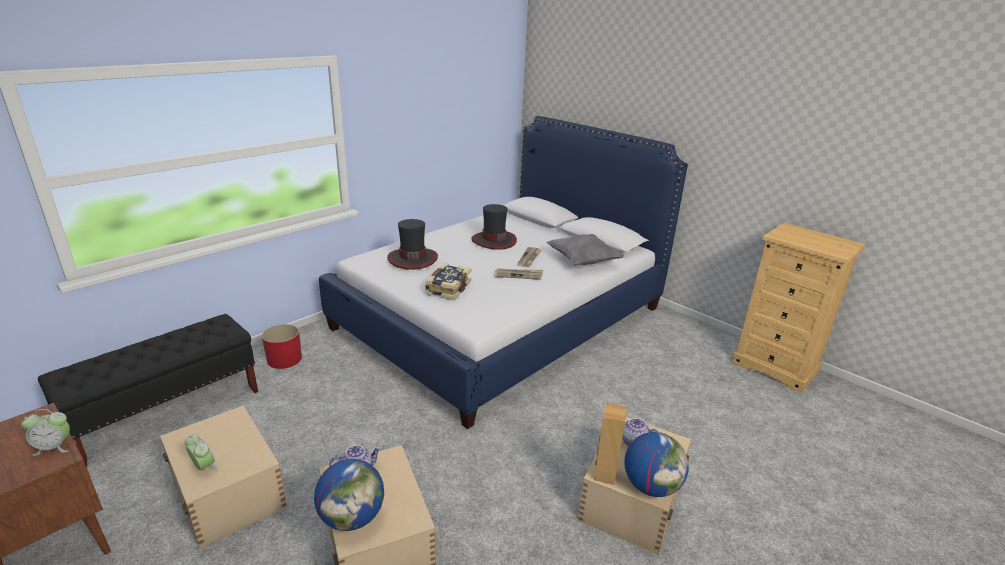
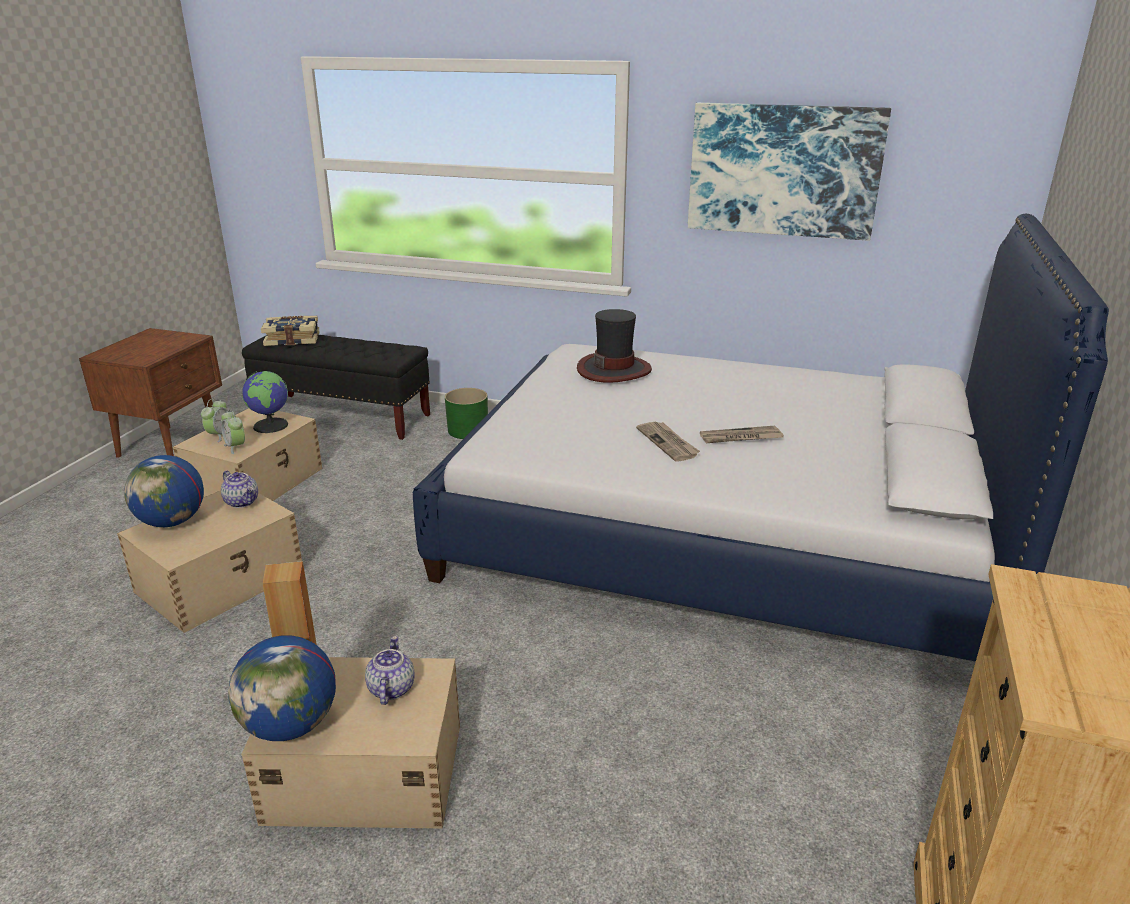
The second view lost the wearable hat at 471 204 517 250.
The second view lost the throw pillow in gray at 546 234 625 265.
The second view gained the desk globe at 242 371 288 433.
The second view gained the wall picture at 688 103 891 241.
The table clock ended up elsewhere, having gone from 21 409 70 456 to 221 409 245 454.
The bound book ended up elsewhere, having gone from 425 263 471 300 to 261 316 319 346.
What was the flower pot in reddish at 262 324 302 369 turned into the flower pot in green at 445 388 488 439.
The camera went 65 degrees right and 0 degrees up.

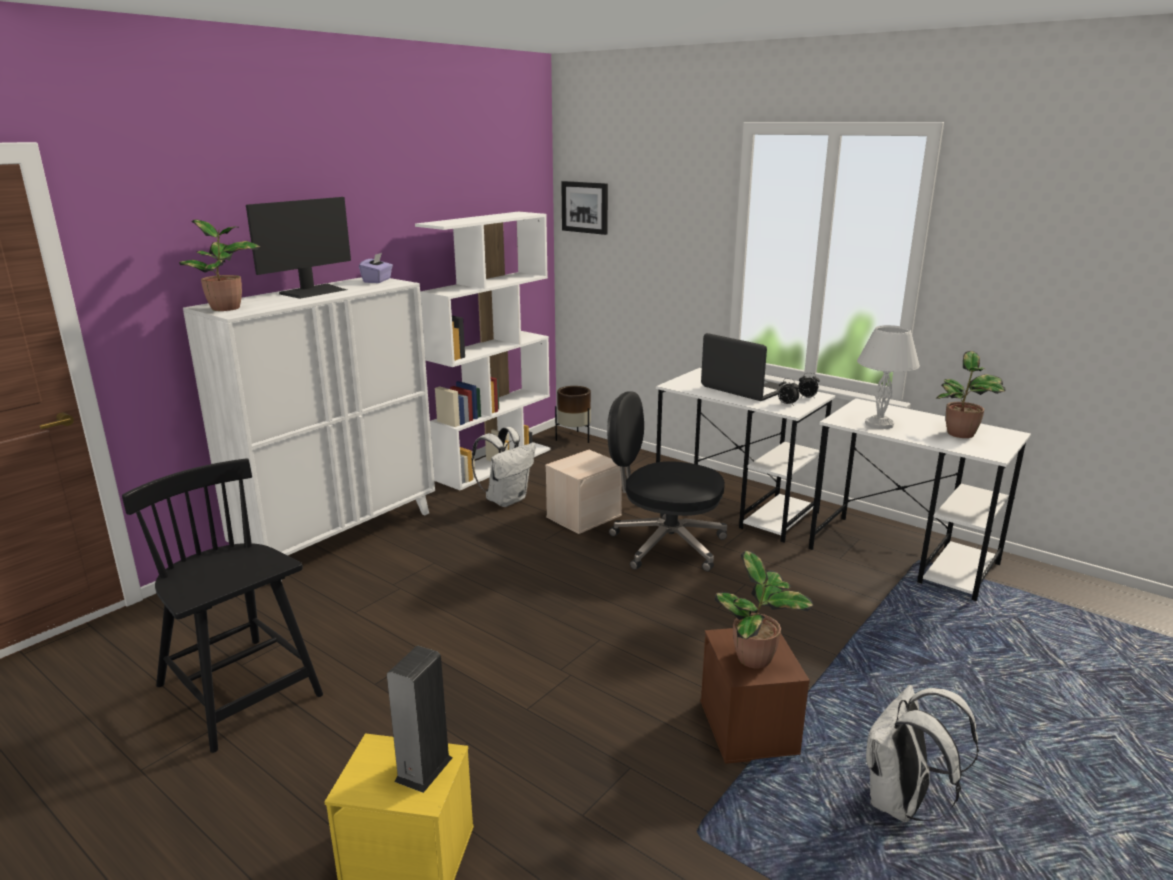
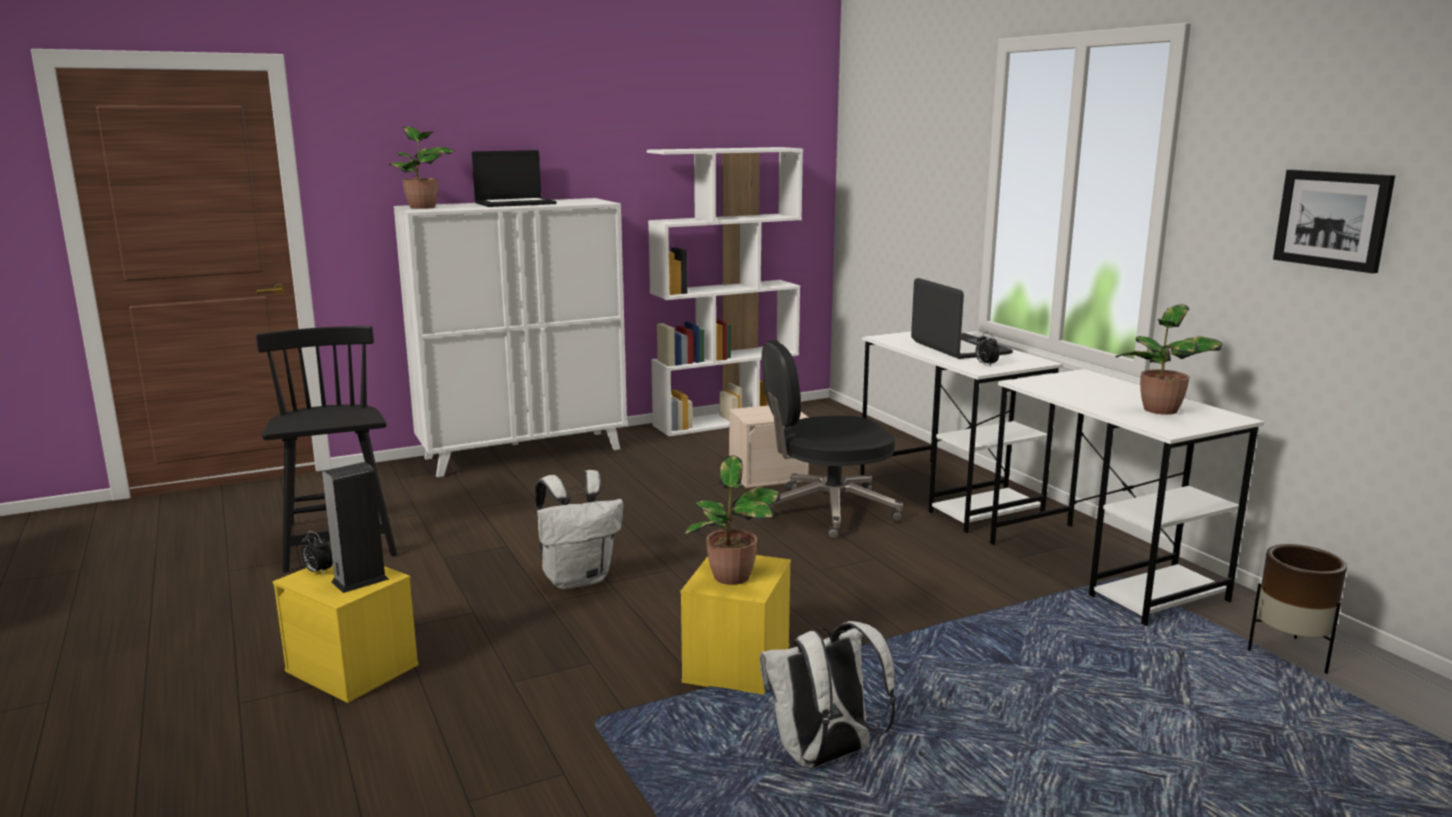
The second view lost the box of tissues in purplish at 359 253 393 283.
The second view lost the lamp for a table in whitish at 857 325 920 429.
The knapsack in whitish ended up elsewhere, having gone from 471 427 536 507 to 535 470 623 589.
The flower pot in brown-coloured ended up elsewhere, having gone from 555 386 591 443 to 1248 544 1347 674.
The wall picture ended up elsewhere, having gone from 561 181 608 235 to 1273 170 1395 273.
The table clock ended up elsewhere, having gone from 798 373 820 398 to 301 531 333 575.
Where the computer screen stood at 246 197 351 299, the notebook computer came to stand at 472 150 557 207.
What was the storage box in brown-coloured at 700 628 810 764 turned into the storage box in yellow-coloured at 680 555 791 695.
The computer chair in black at 607 391 727 572 ended up facing another way, 60 degrees counterclockwise from before.
The camera went 25 degrees right and 5 degrees down.

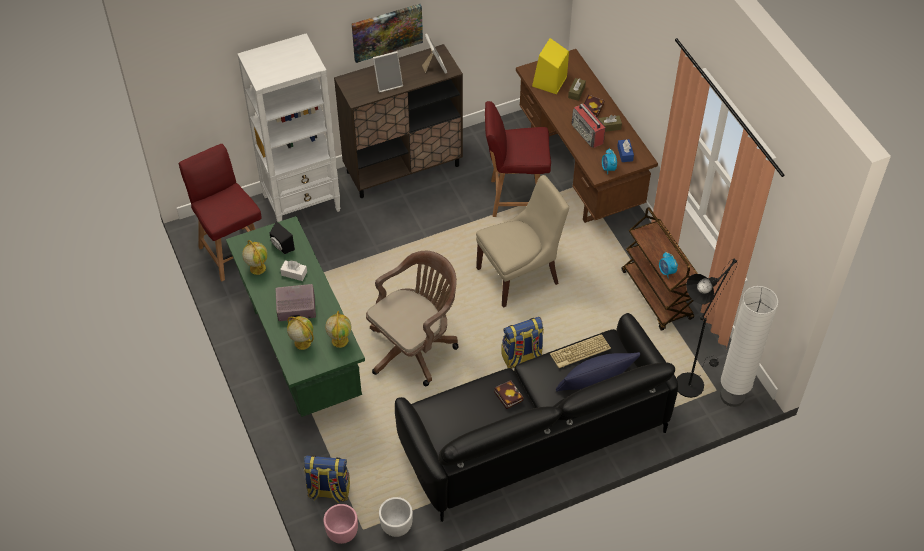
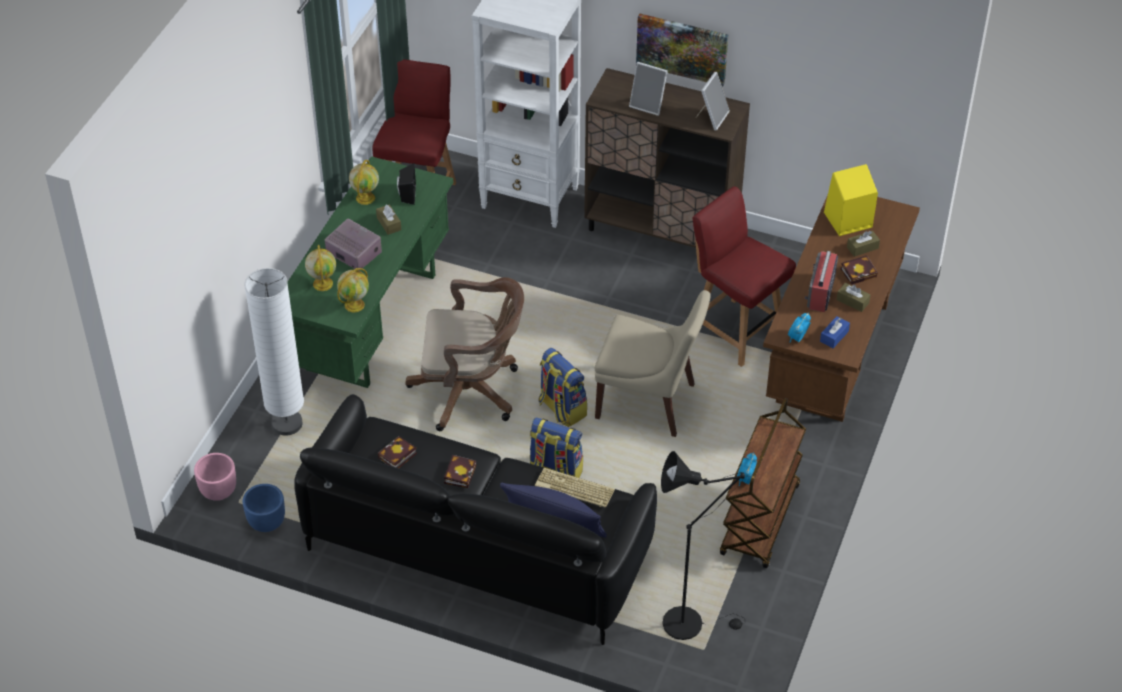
The second view gained the bound book at 378 436 417 468.
The knapsack ended up elsewhere, having gone from 304 455 350 503 to 538 348 587 427.
The floor lamp in whitish ended up elsewhere, having gone from 720 286 778 407 to 244 268 304 436.
What was the box of tissues in whitish at 280 260 307 281 turned into the box of tissues in brown-coloured at 376 204 401 235.
What was the flower pot in whitish at 379 497 413 537 turned into the flower pot in blue-coloured at 243 484 285 532.
The camera went 45 degrees right and 5 degrees down.

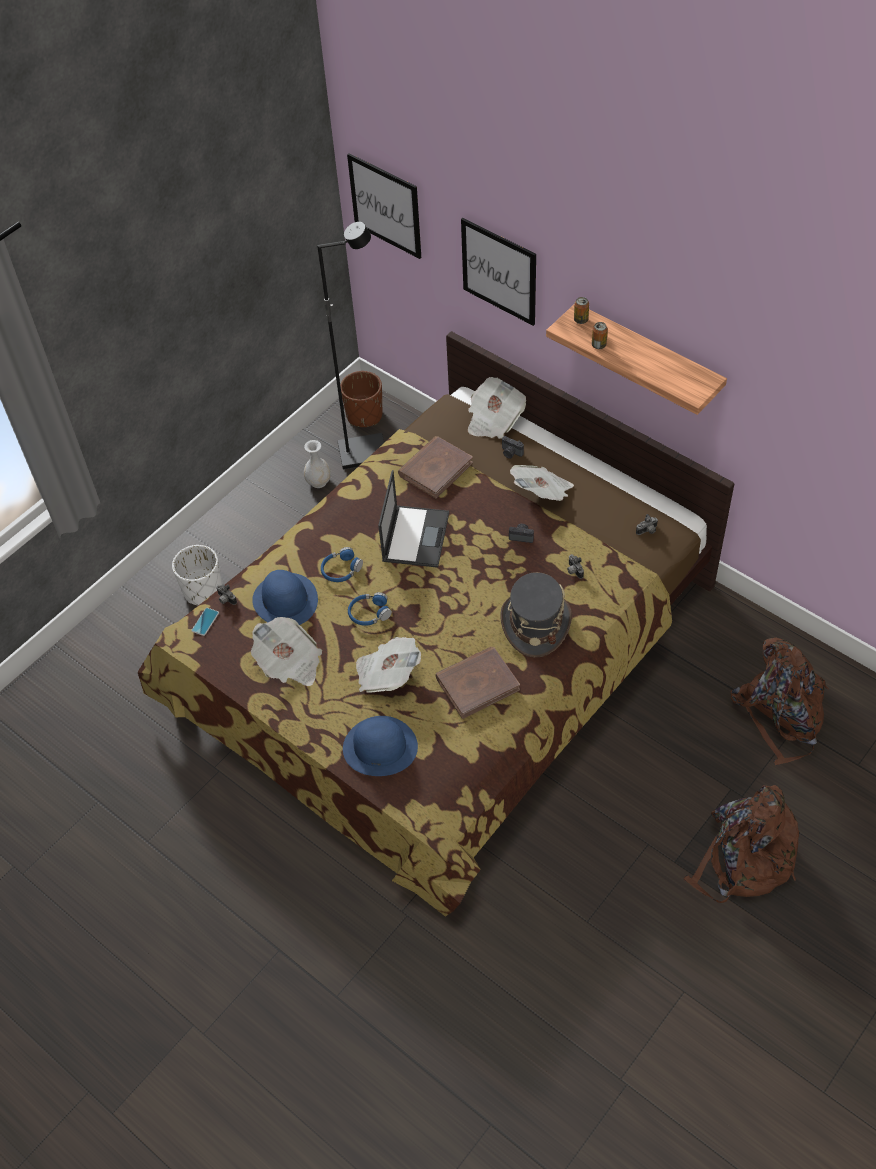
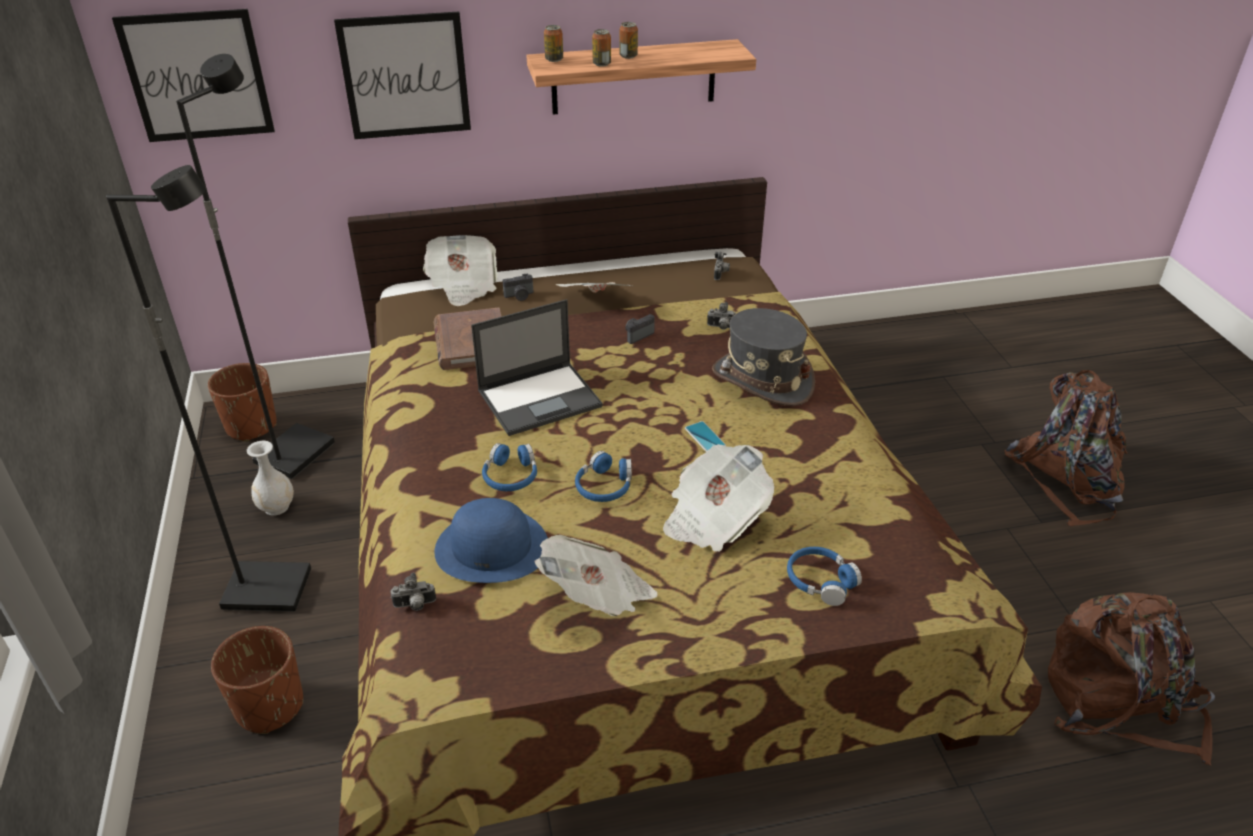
The second view lost the bound book in brown-coloured at 436 647 520 719.
The second view gained the floor lamp in black at 106 165 311 612.
The second view gained the metal can at 619 22 638 59.
The telephone ended up elsewhere, having gone from 191 608 219 636 to 685 421 726 452.
The knapsack in brown-coloured ended up elsewhere, having gone from 731 638 829 765 to 1048 592 1215 766.
Where the wearable hat in blue-coloured stood at 343 716 418 776, the headset in blue-coloured came to stand at 787 547 862 606.
What was the flower pot in whitish at 172 545 222 605 turned into the flower pot in brown-coloured at 211 626 303 734.
The notebook computer at 378 470 449 568 ended up facing another way, 105 degrees clockwise from before.
The camera went 55 degrees left and 15 degrees down.

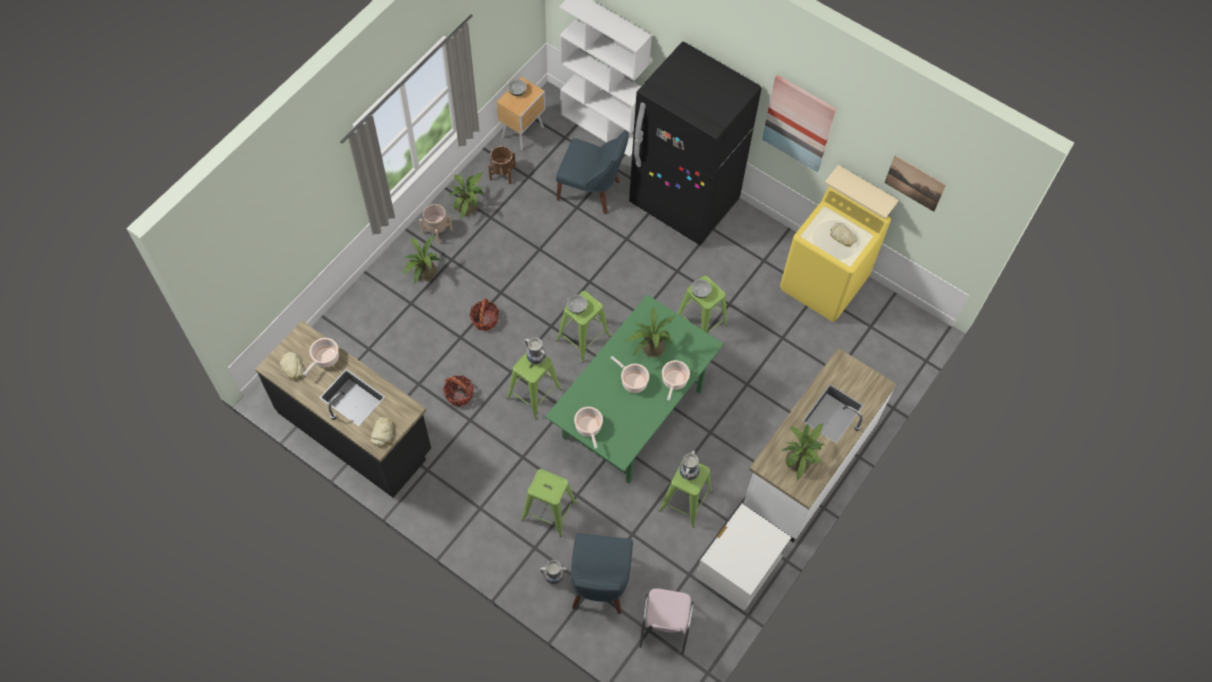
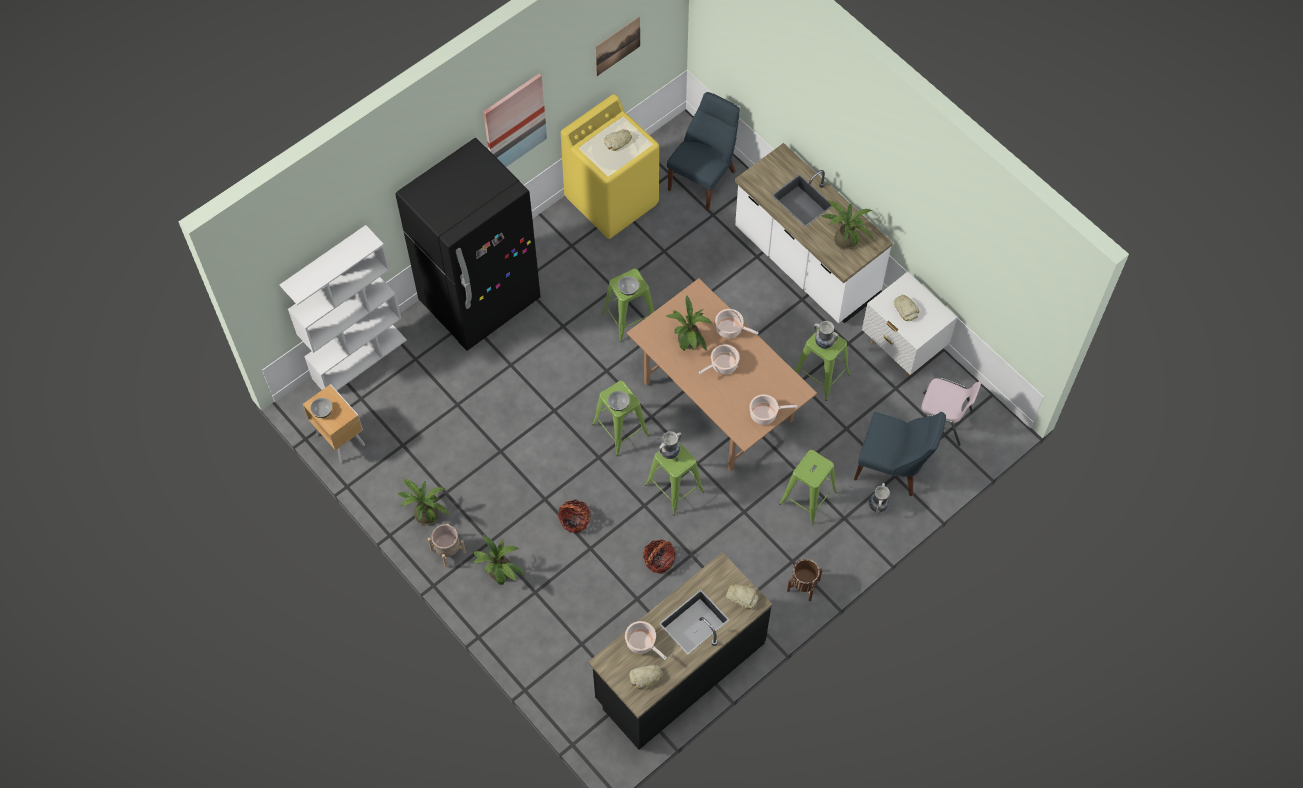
The second view lost the bracket shelf in beige at 824 165 899 219.
The second view gained the bread at 894 295 920 321.
The flower pot in brown-coloured ended up elsewhere, having gone from 488 146 516 184 to 787 559 822 601.
The upright chair in blue-coloured ended up elsewhere, having gone from 556 130 629 214 to 667 92 740 211.
What was the dining table in green at 545 295 724 484 turned into the dining table in brown-coloured at 627 278 817 471.
The camera went 75 degrees left and 0 degrees up.

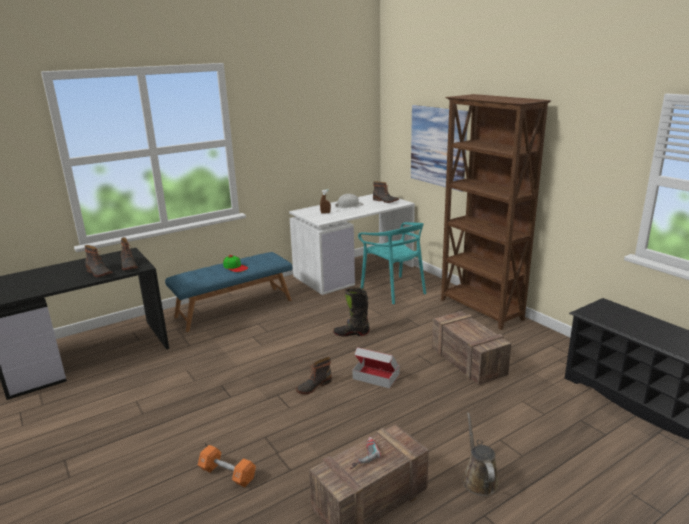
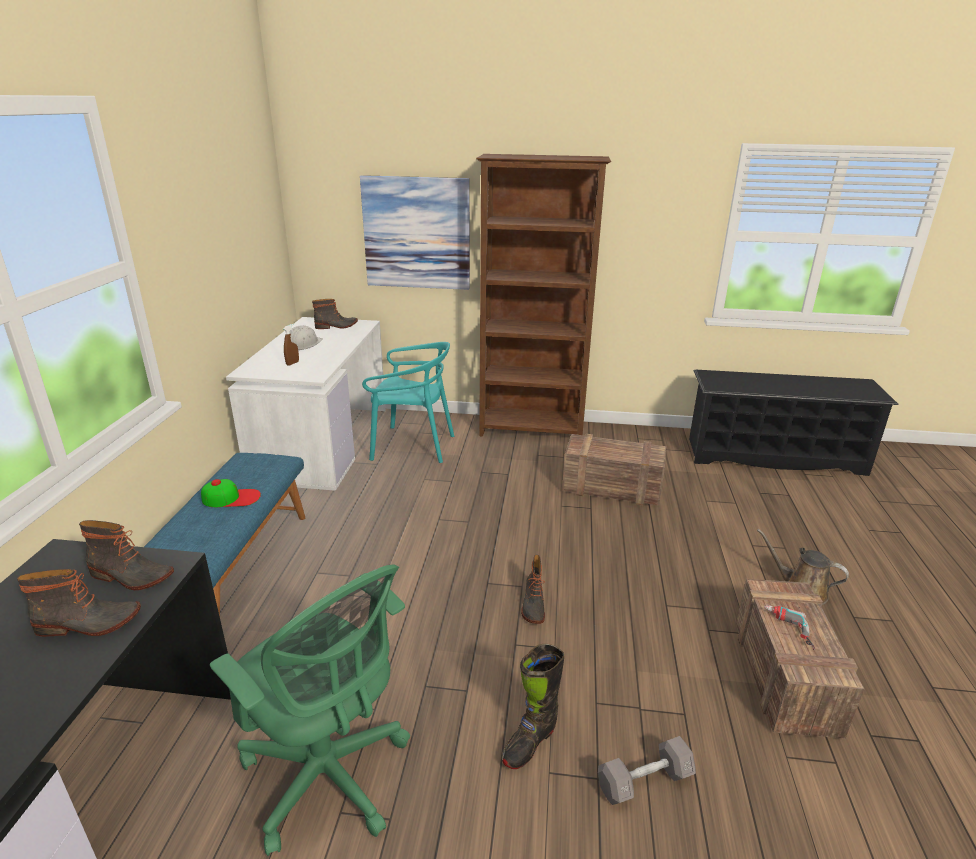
The second view lost the packing box at 353 347 400 388.
The second view gained the computer chair in green at 210 564 410 856.
The boot in black ended up elsewhere, having gone from 333 288 370 337 to 501 644 564 769.
What was the dumbbell in orange-coloured at 198 445 256 487 turned into the dumbbell in gray at 598 736 696 805.
The camera went 50 degrees left and 5 degrees up.

